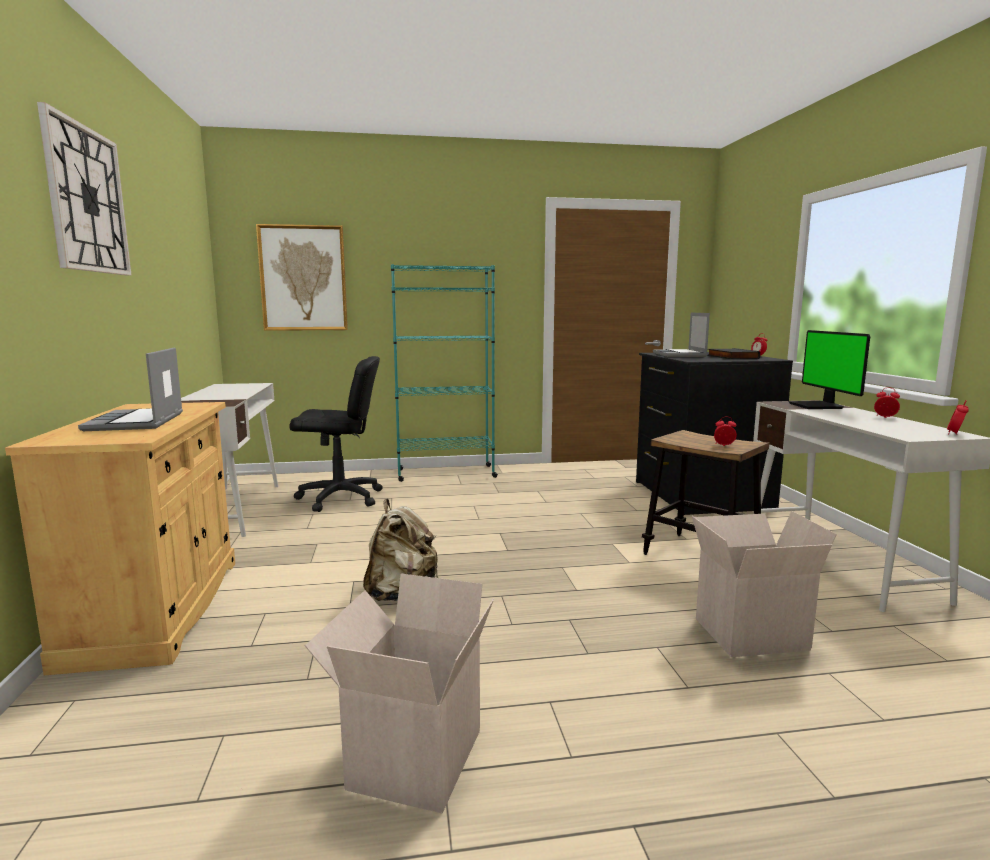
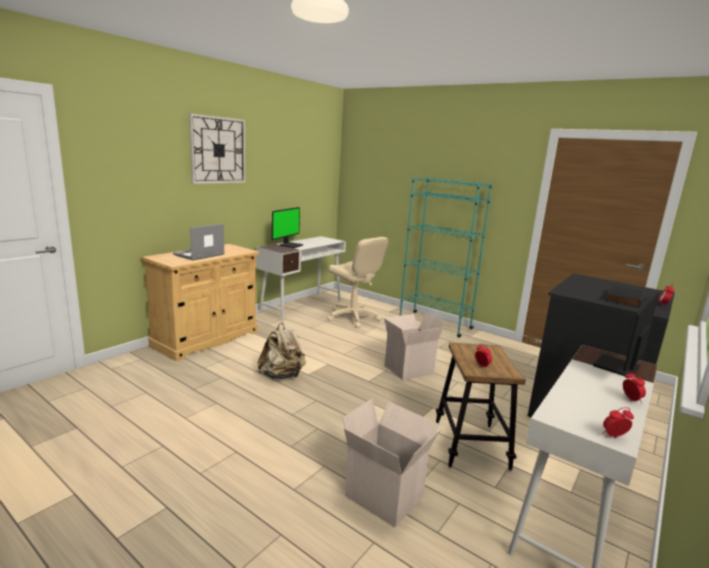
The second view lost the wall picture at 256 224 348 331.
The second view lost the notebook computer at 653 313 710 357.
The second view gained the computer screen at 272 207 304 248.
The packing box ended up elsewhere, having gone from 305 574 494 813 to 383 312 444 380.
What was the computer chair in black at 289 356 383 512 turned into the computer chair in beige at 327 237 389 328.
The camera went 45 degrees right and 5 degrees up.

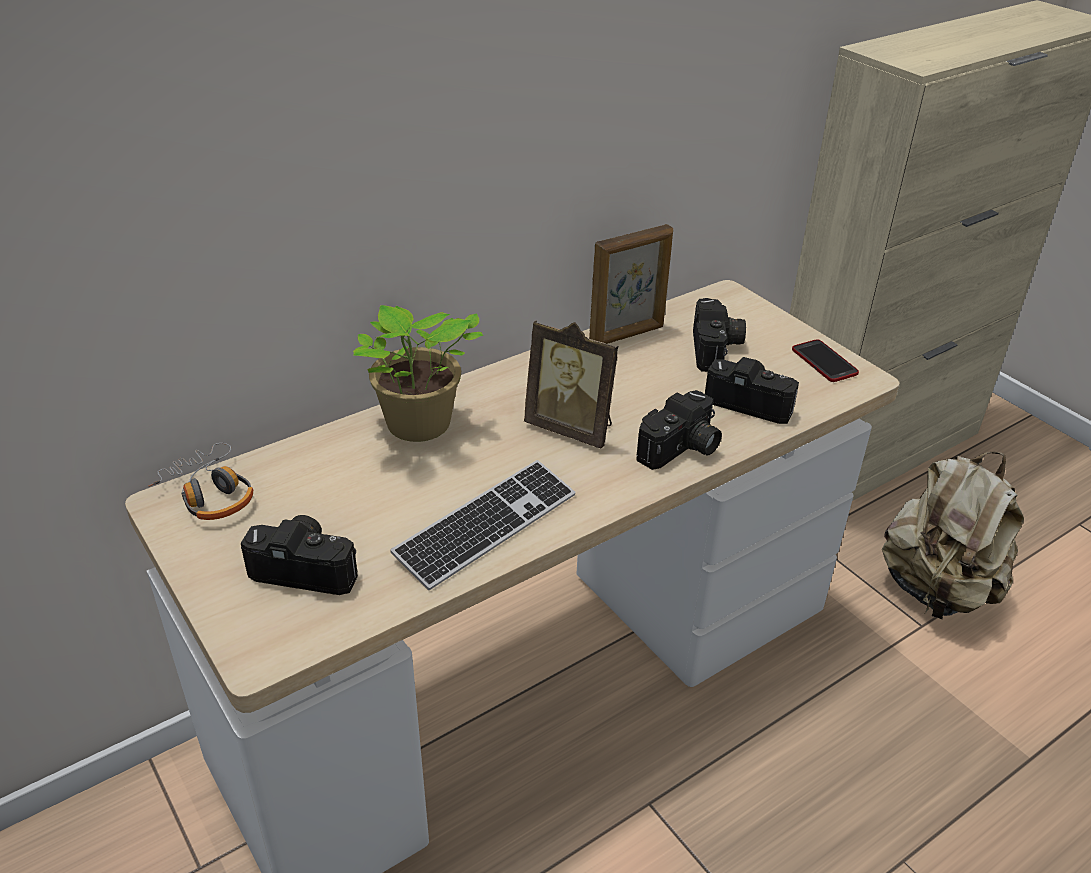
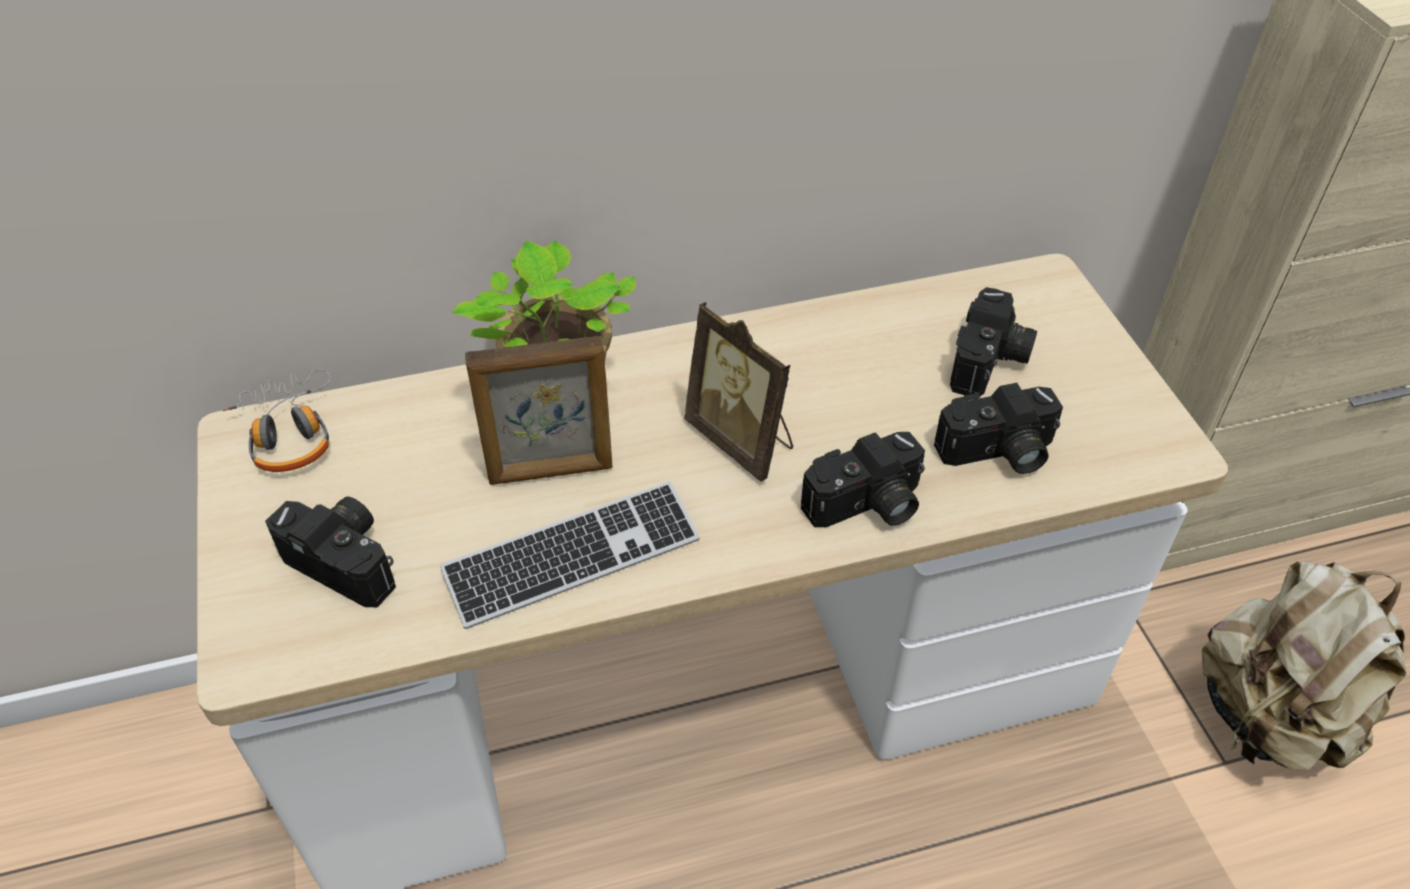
The second view lost the telephone at 792 339 859 382.
The picture frame ended up elsewhere, having gone from 589 224 673 344 to 465 336 612 485.
The still camera at 705 357 799 424 ended up facing another way, 120 degrees clockwise from before.
The camera went 20 degrees right and 10 degrees up.

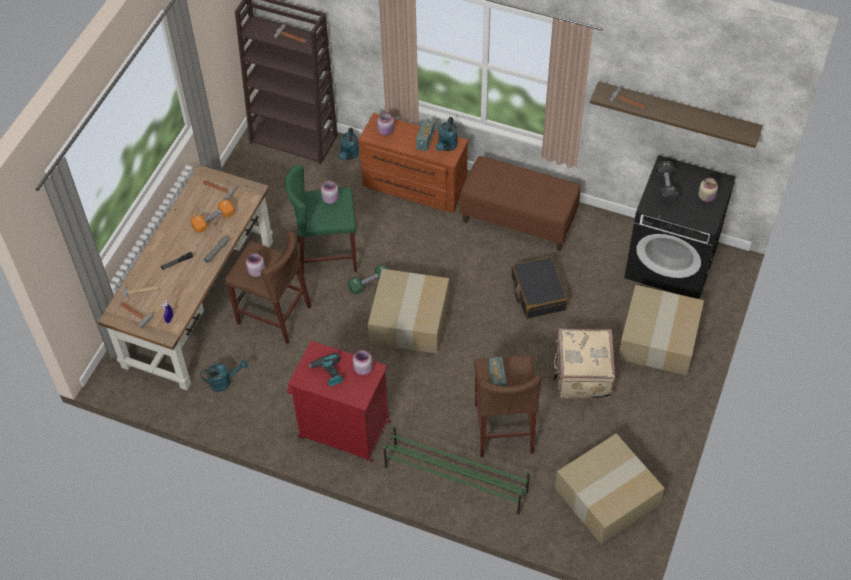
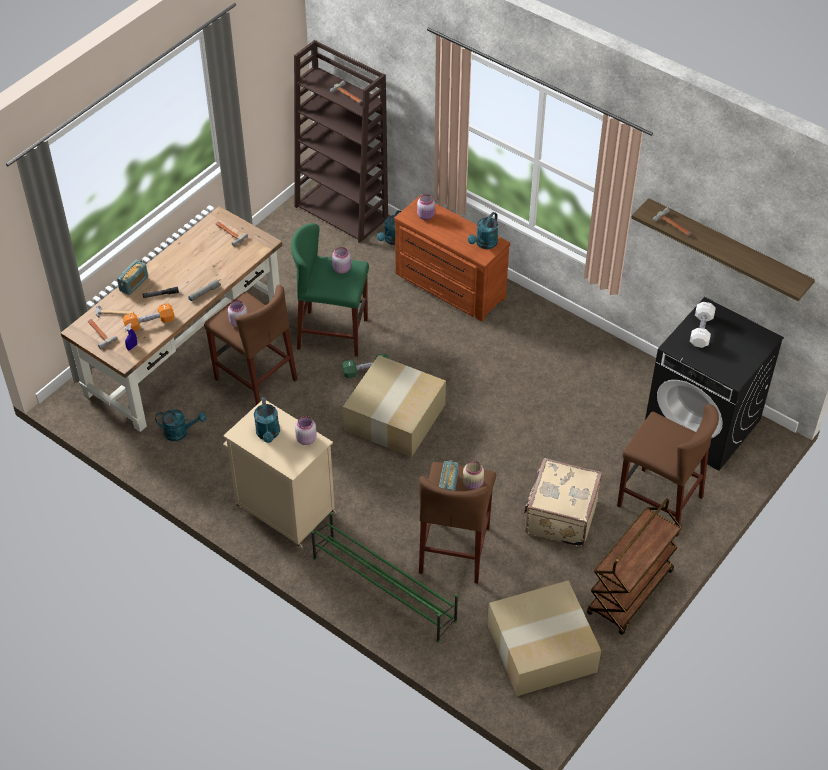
The second view lost the long seat in brown-coloured at 460 156 581 251.
The second view lost the piece of luggage in black at 511 256 568 319.
The second view gained the trolley in brown-coloured at 587 499 682 635.
The dumbbell in orange-coloured ended up elsewhere, having gone from 191 199 234 233 to 123 303 174 331.
The radio receiver ended up elsewhere, having gone from 416 119 434 151 to 117 260 148 295.
The storage jar in beige ended up elsewhere, having gone from 698 177 718 202 to 463 461 484 490.
Where the power drill stood at 307 353 343 386, the sprinkling can in turquoise-coloured came to stand at 254 397 280 443.
Where the packing box stood at 618 285 704 375, the stool seat in brown-coloured came to stand at 617 404 719 537.
What was the cupboard in reddish at 287 341 391 462 turned into the cupboard in beige at 223 400 337 549.
What was the dumbbell in black at 656 161 679 203 turned into the dumbbell in whitish at 690 302 716 348.
The camera went 15 degrees right and 5 degrees down.

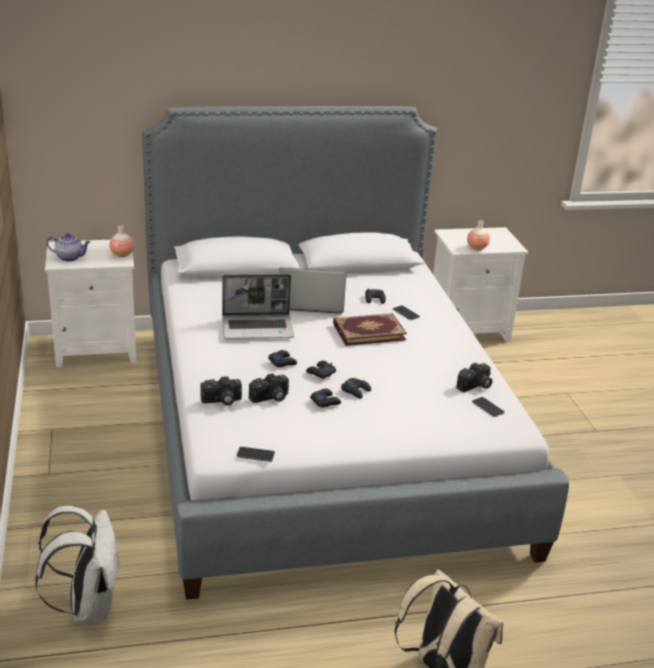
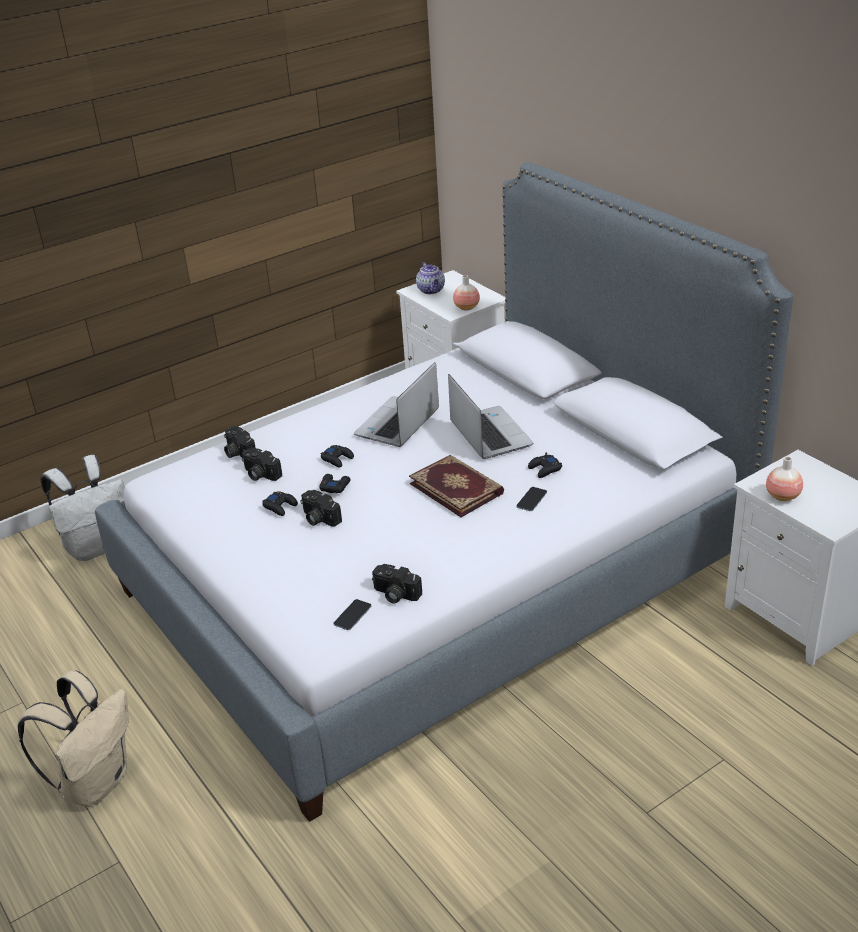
The second view lost the telephone at 237 447 275 462.
Where the gamepad in black stood at 341 378 371 399, the still camera came to stand at 300 490 342 527.
The notebook computer at 222 274 294 339 ended up facing another way, 60 degrees clockwise from before.
The camera went 70 degrees right and 5 degrees up.

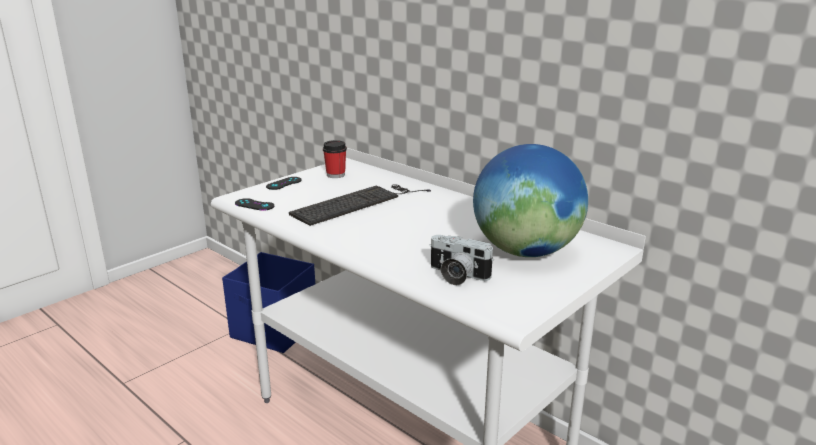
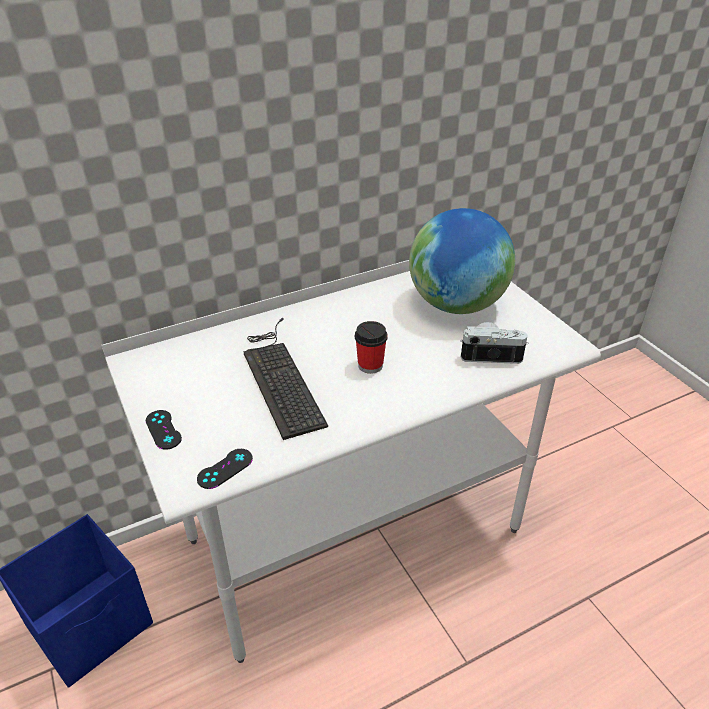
The small cup ended up elsewhere, having gone from 323 140 347 178 to 355 321 388 374.
The still camera at 430 235 494 285 ended up facing another way, 135 degrees counterclockwise from before.
The camera went 70 degrees left and 15 degrees up.

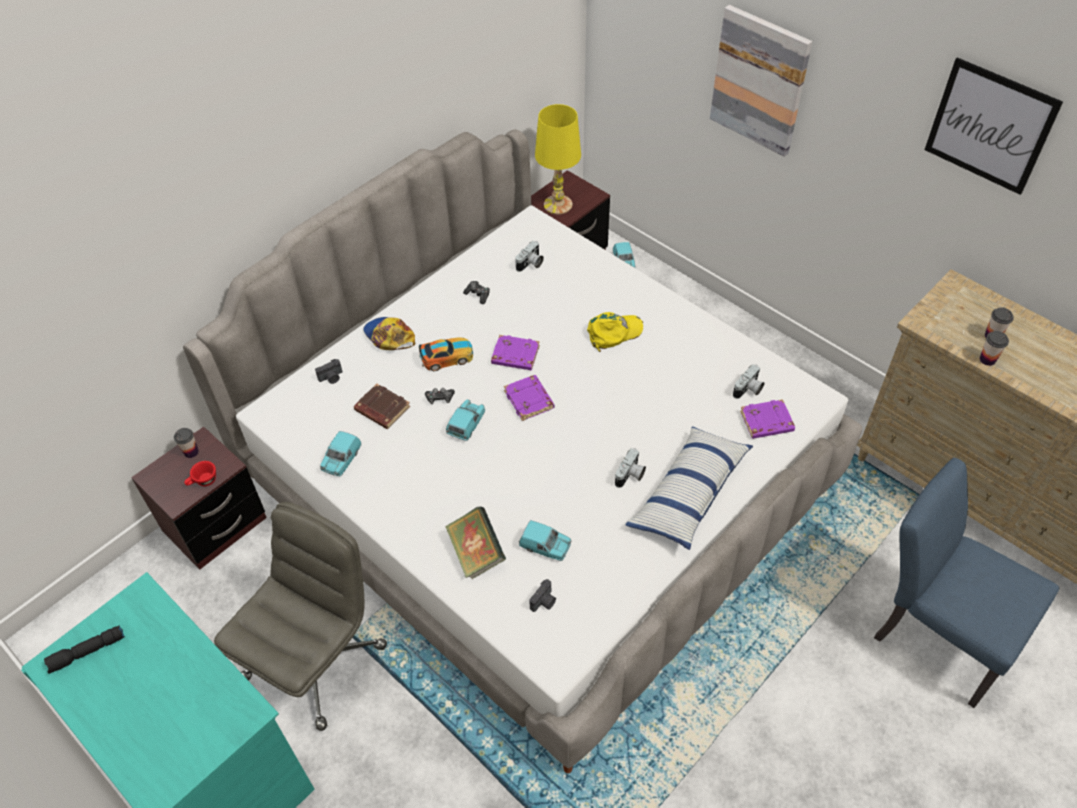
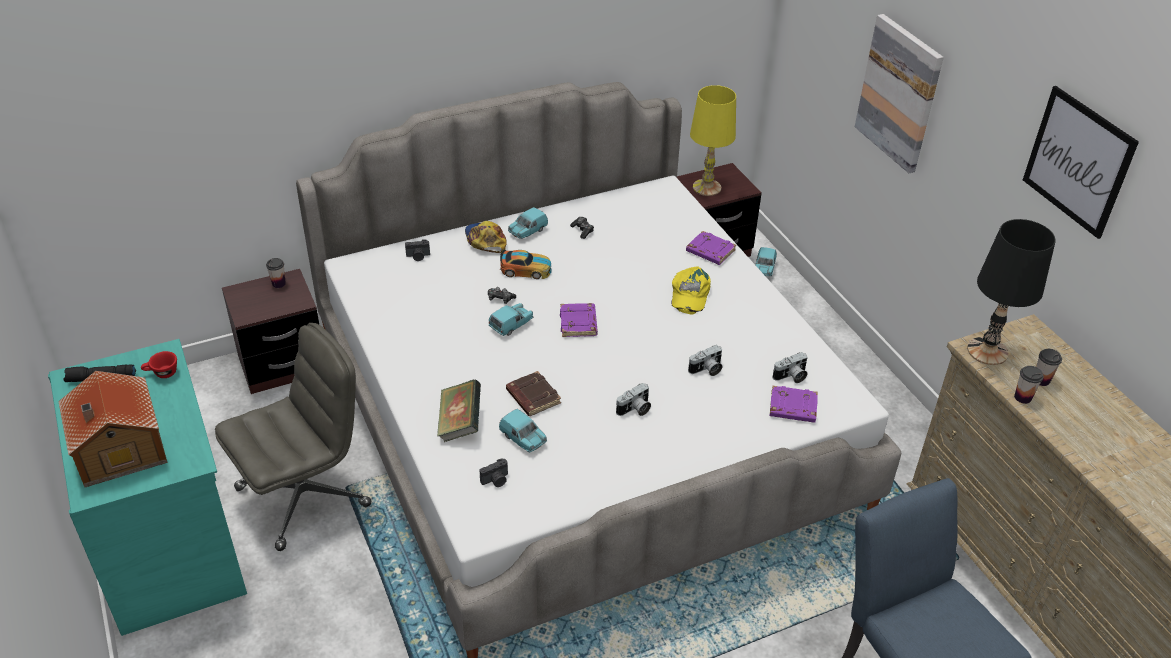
The second view lost the throw pillow at 625 427 753 550.
The second view gained the model house at 58 371 167 487.
The second view gained the lamp for a table in black at 967 219 1056 365.
The small cup in reddish ended up elsewhere, having gone from 184 461 216 486 to 141 351 177 378.
The toy car in turquoise-coloured ended up elsewhere, having gone from 320 431 362 476 to 508 207 548 239.
The bound book in brown-coloured ended up elsewhere, having gone from 354 384 410 429 to 506 371 561 416.
The bound book in purplish ended up elsewhere, having gone from 491 335 540 370 to 686 231 736 265.
The still camera ended up elsewhere, having gone from 515 241 544 272 to 688 345 722 376.
The peaked cap in yellow-coloured at 587 312 643 352 ended up facing another way, 105 degrees clockwise from before.
The camera went 20 degrees right and 10 degrees down.

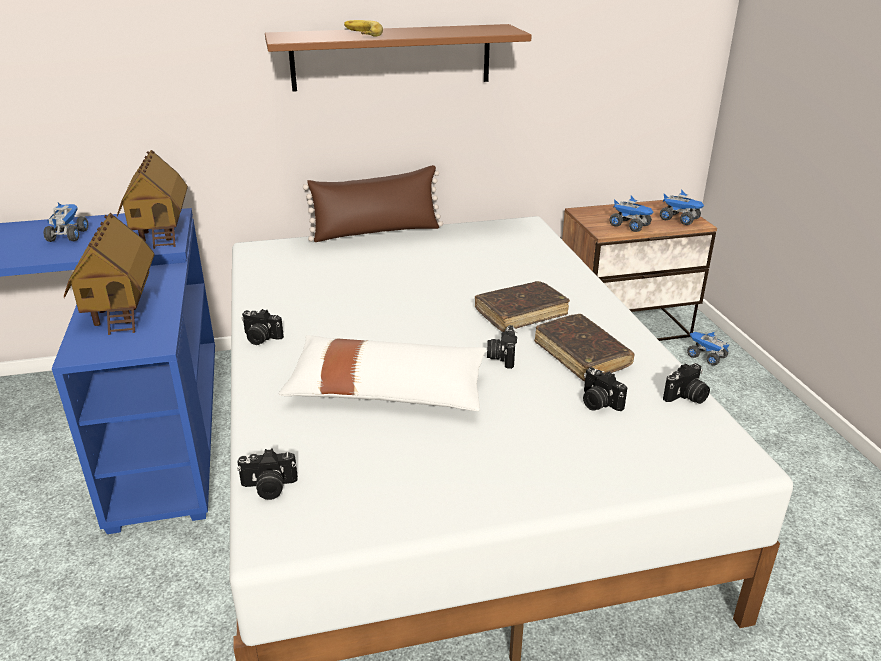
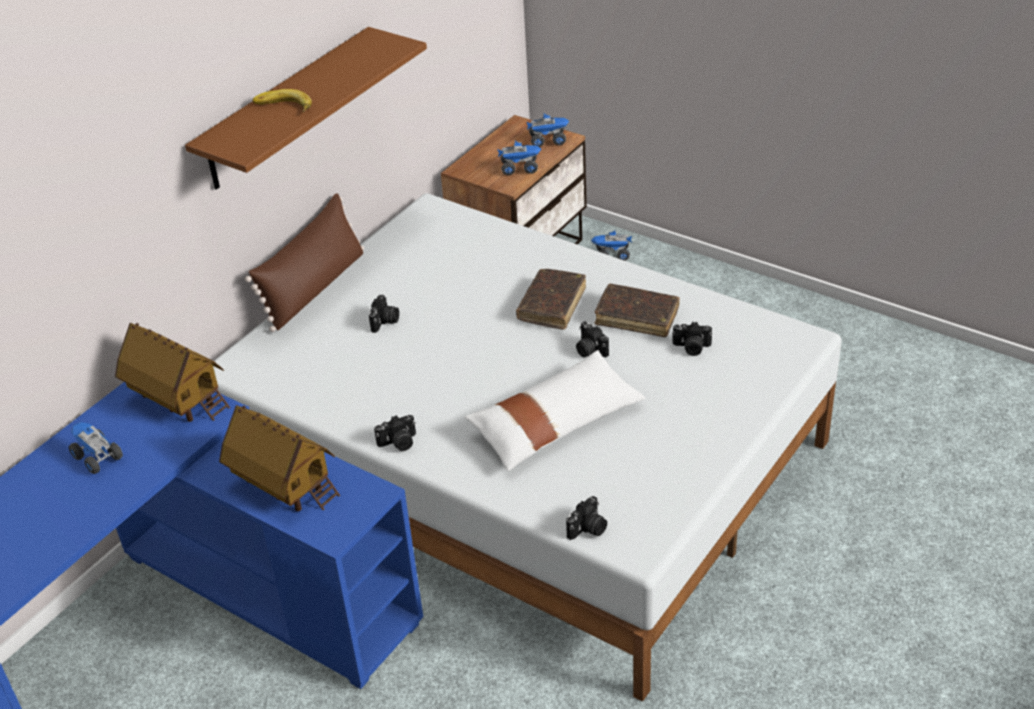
The still camera ended up elsewhere, having gone from 663 363 710 404 to 369 295 399 333.
The camera went 40 degrees left and 10 degrees up.

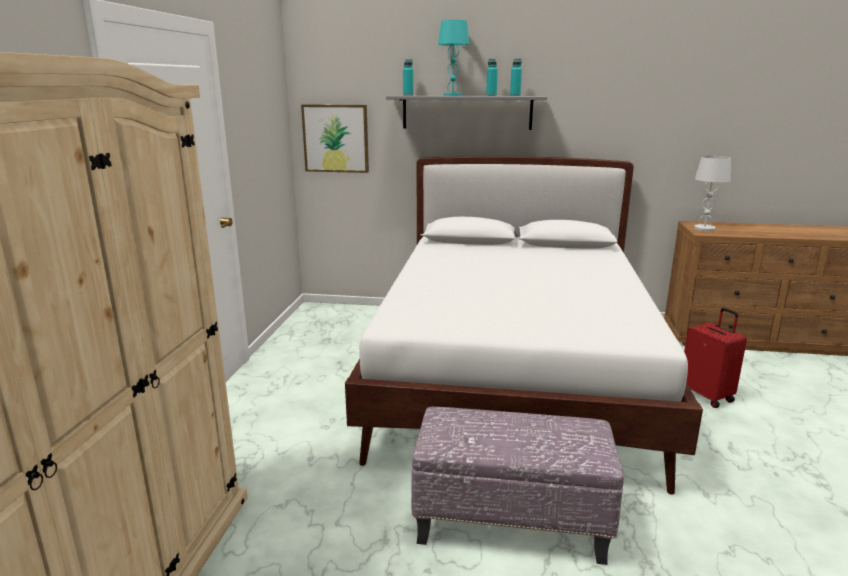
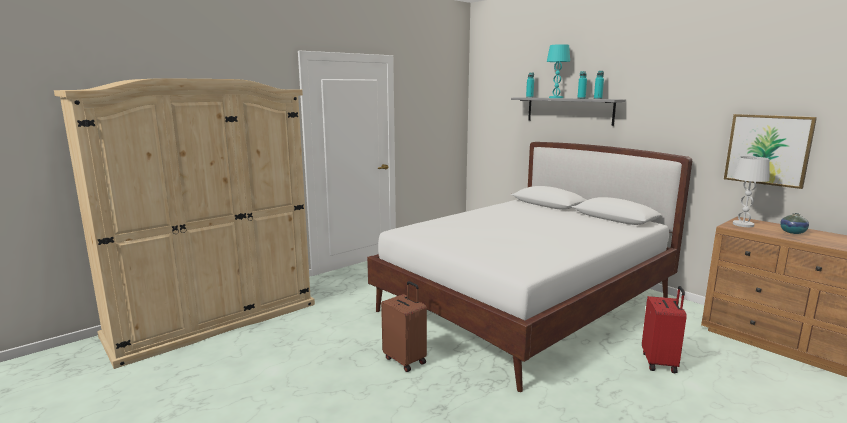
The second view gained the flower vase at 780 213 809 234.
The wall picture ended up elsewhere, having gone from 301 105 369 173 to 724 114 817 189.
Where the footrest stood at 411 407 624 565, the piece of luggage in brown-coloured came to stand at 381 281 427 372.
The camera went 40 degrees right and 5 degrees down.

